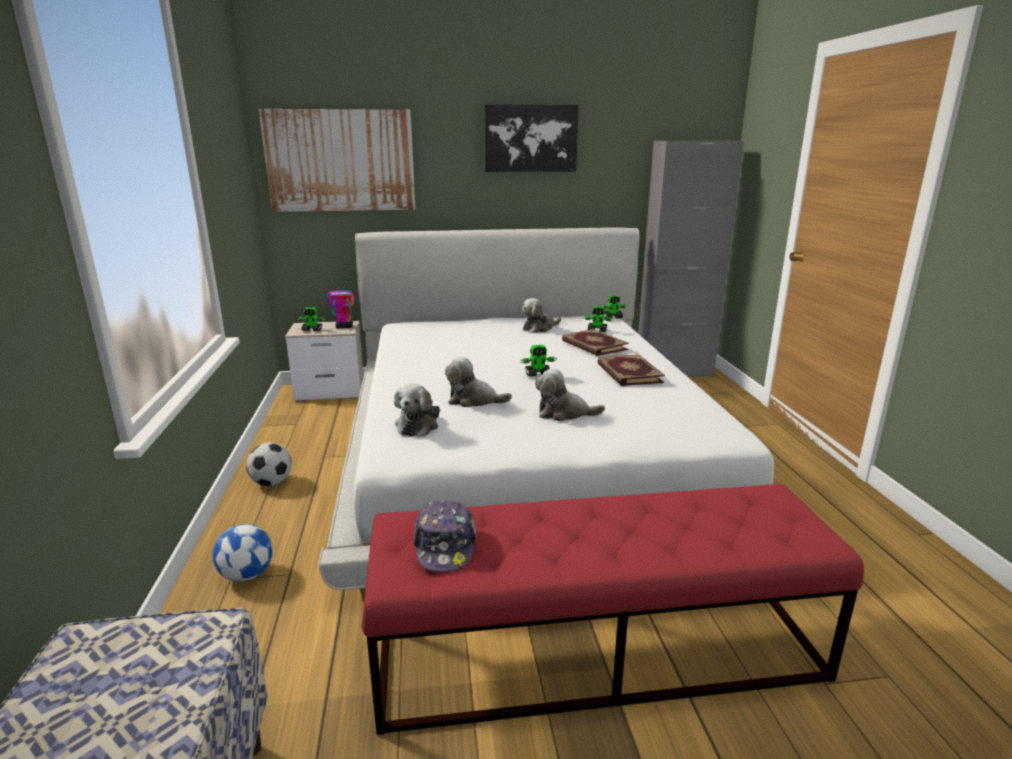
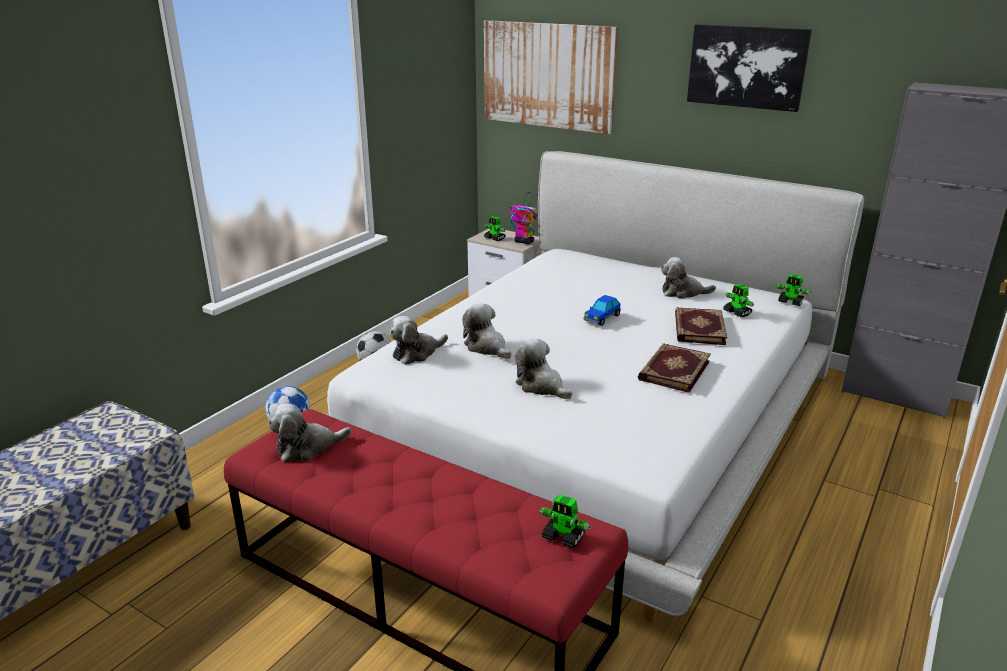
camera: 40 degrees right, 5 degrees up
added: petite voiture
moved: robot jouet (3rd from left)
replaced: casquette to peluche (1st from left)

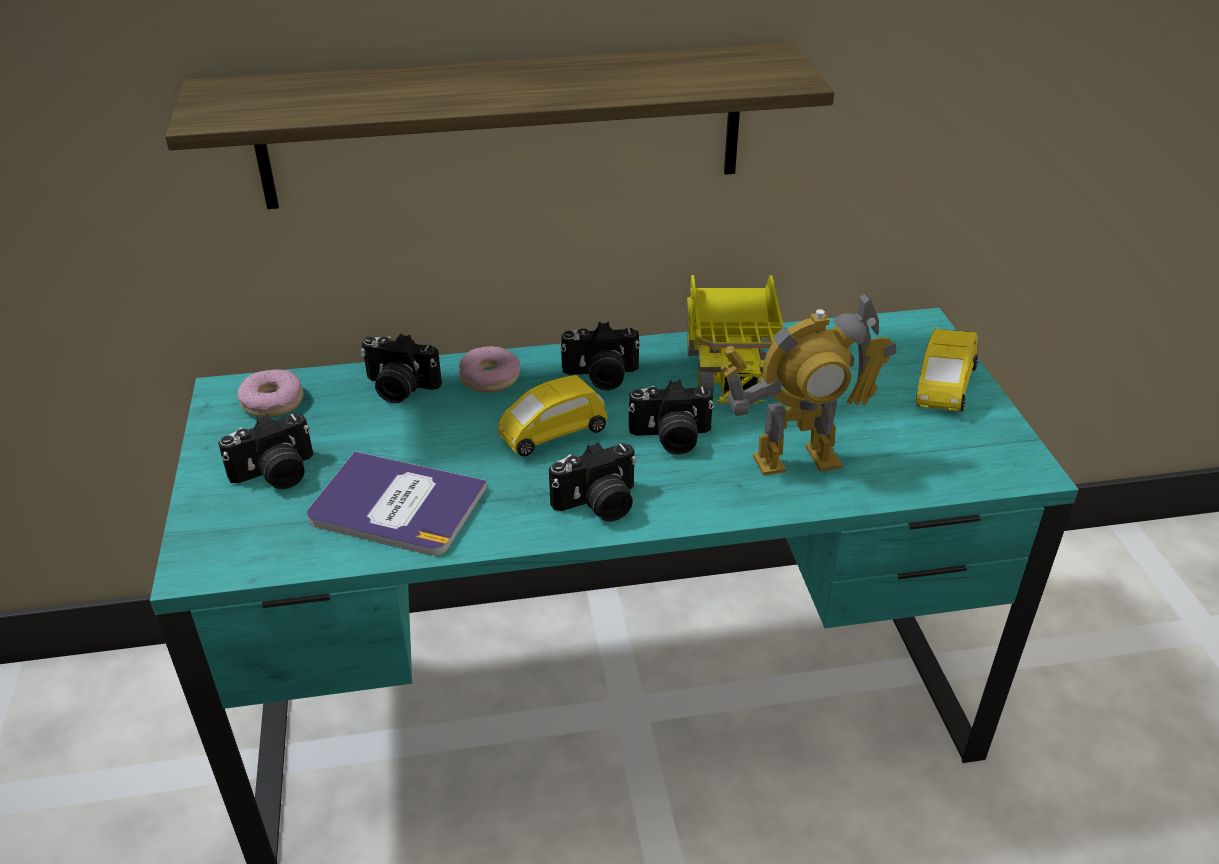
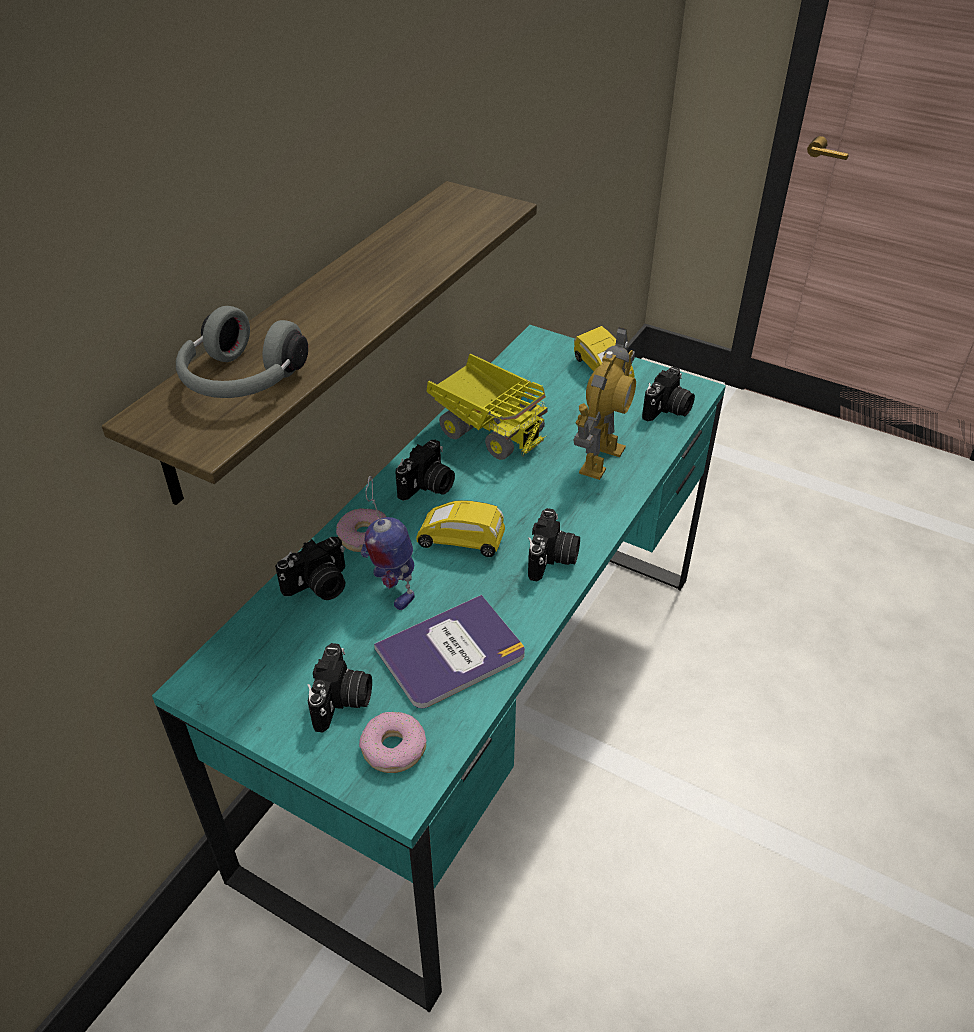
camera: 50 degrees left, 5 degrees up
added: casque audio [gris]; robot jouet (1st from left)
moved: beignet (1st from left in the first image) to beignet (2nd from left); appareil photo (5th from left)
turned: petite voiture [jaune] (1st from left) 90 degrees clockwise

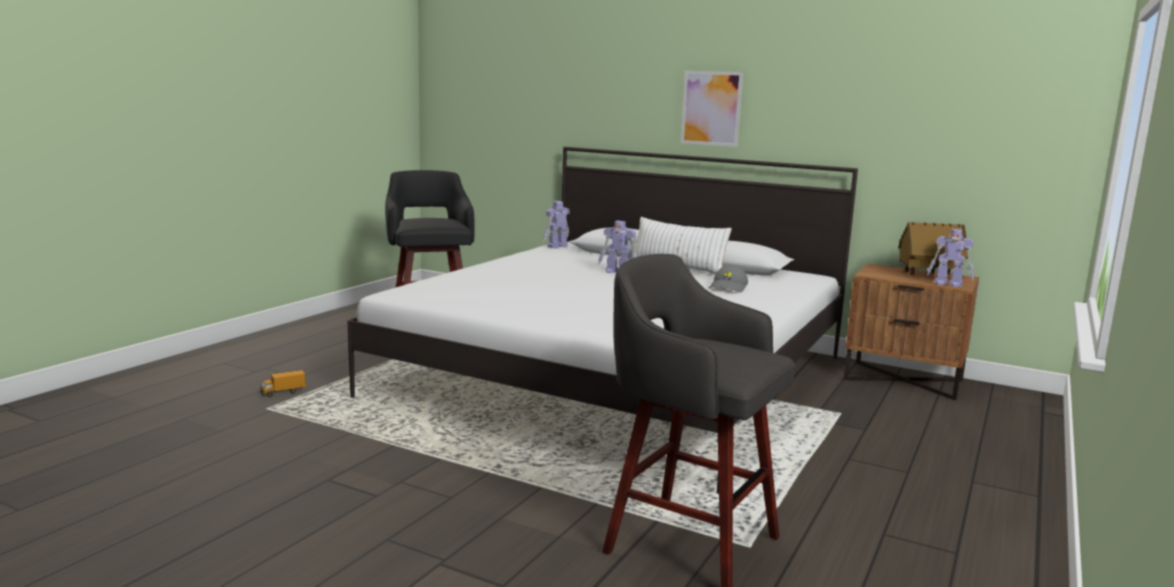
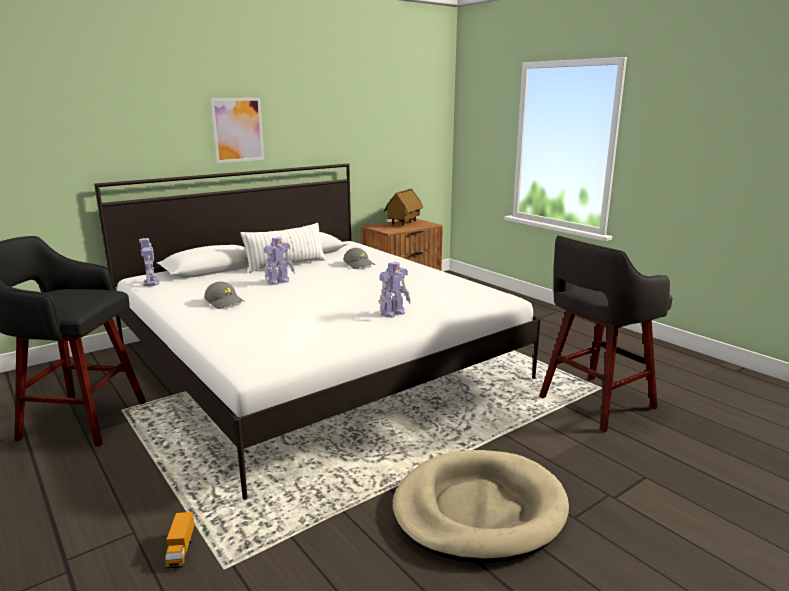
camera: 65 degrees left, 5 degrees up
added: casquette [gris] (1st from left); panier pour chien [beige]
moved: robot jouet (3rd from left)

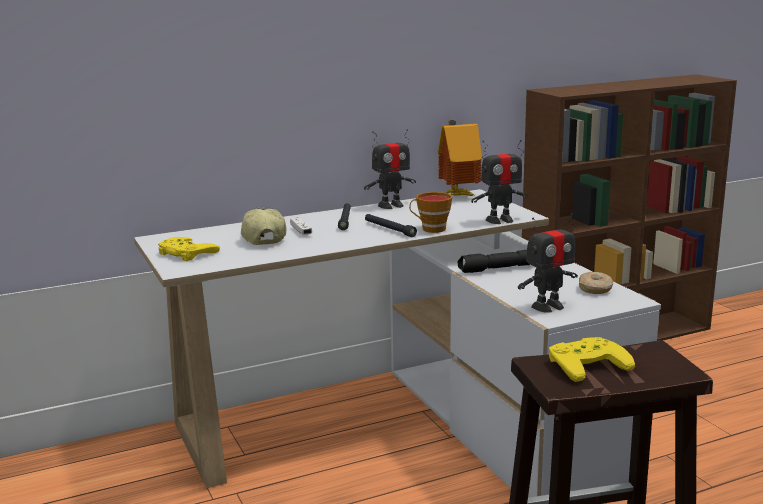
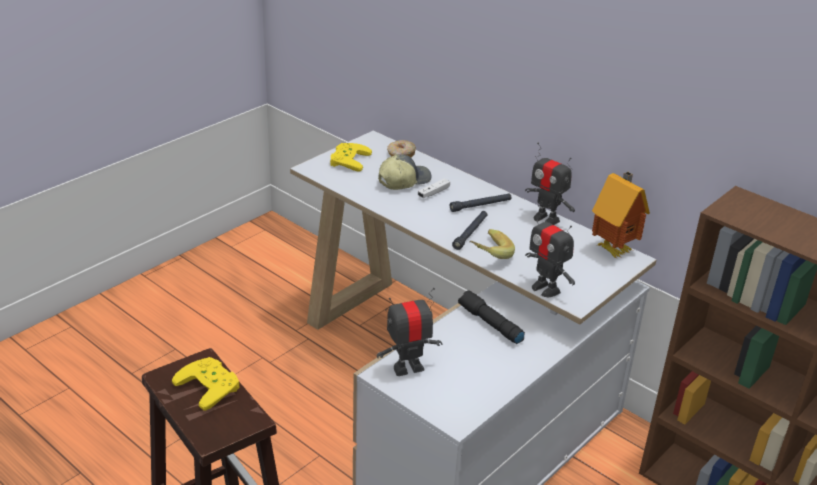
camera: 65 degrees right, 15 degrees up
moved: beignet
replaced: tasse to banane
turned: robot jouet (3rd from left in the first image) 120 degrees clockwise

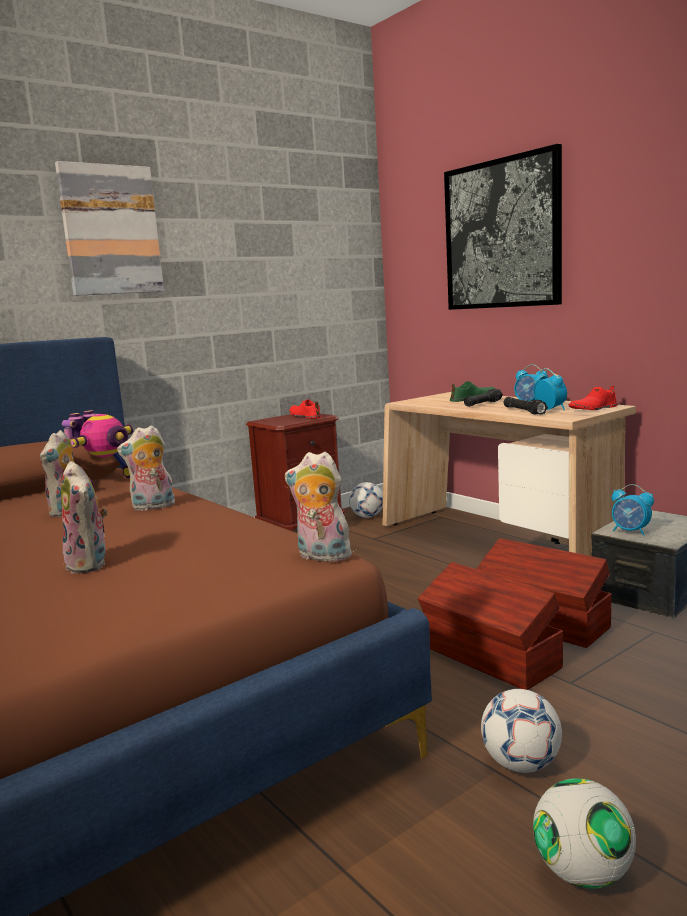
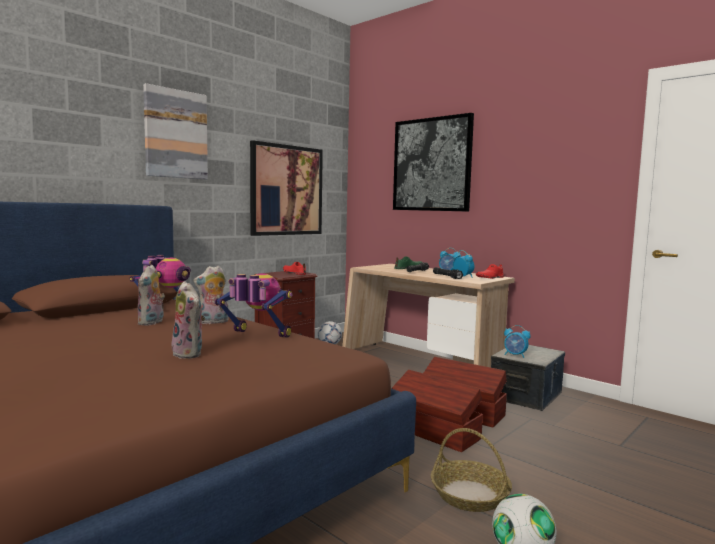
camera: 10 degrees left, 5 degrees down
removed: peluche (4th from left)
added: robot jouet (2nd from left); tableau (2nd from left)
replaced: ballon de foot (2nd from left) to panier

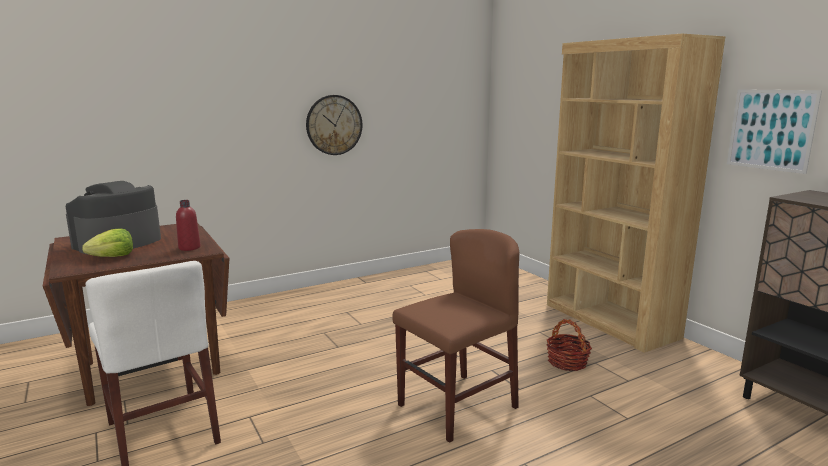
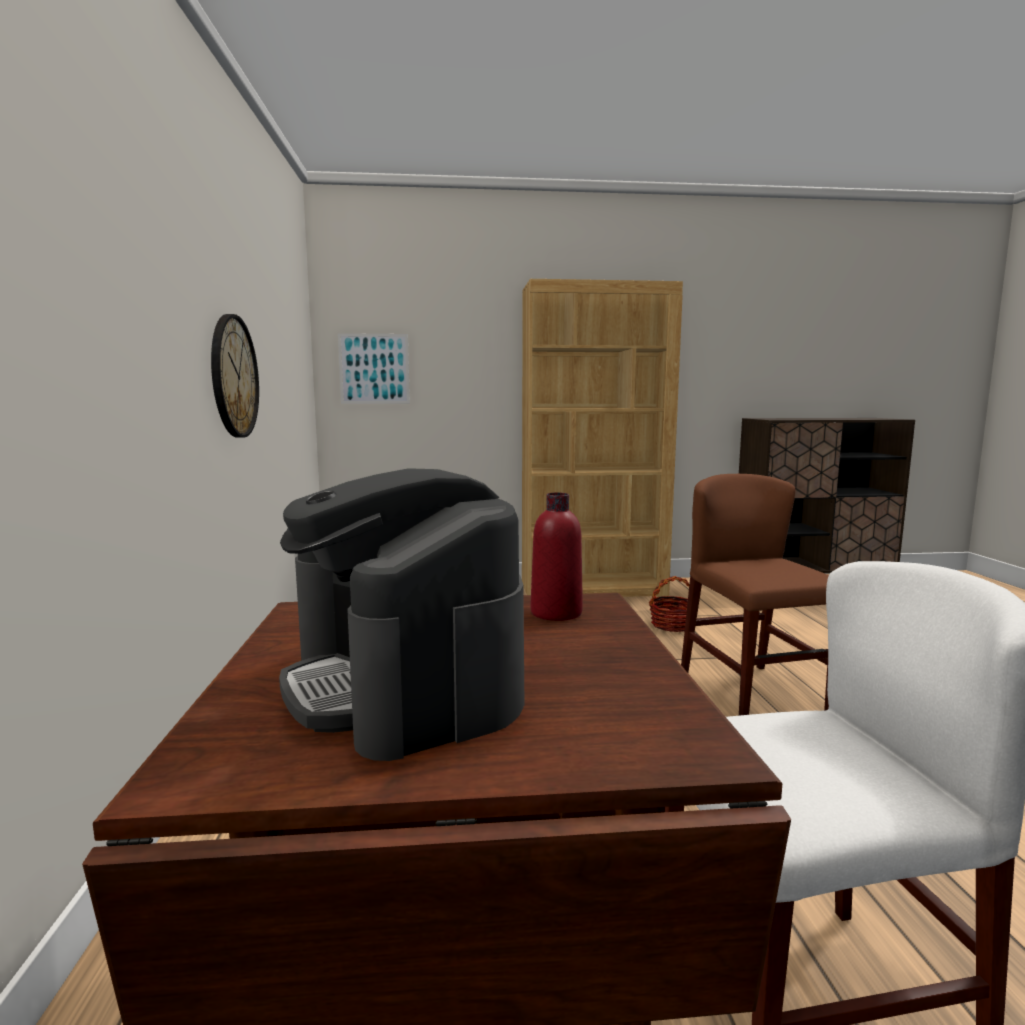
camera: 65 degrees left, 5 degrees down
removed: laitue
moved: tableau

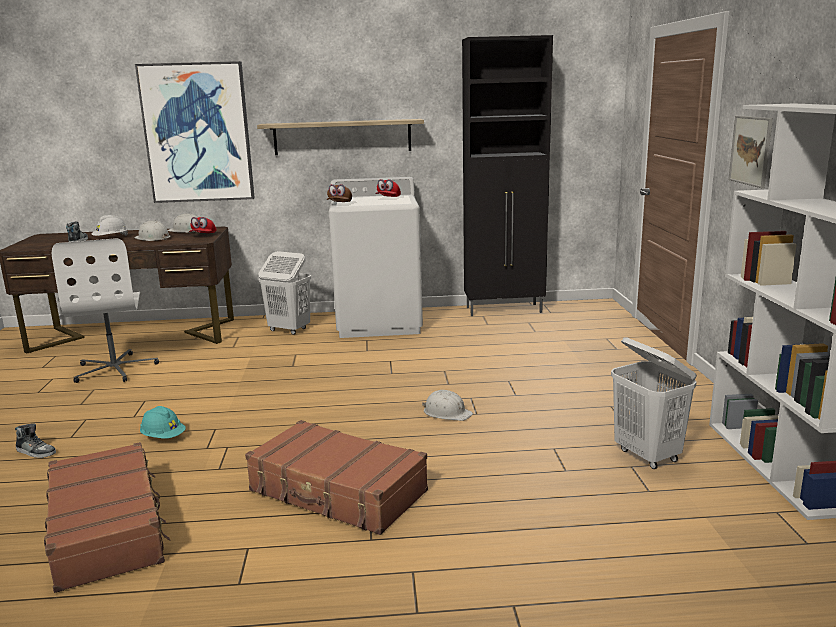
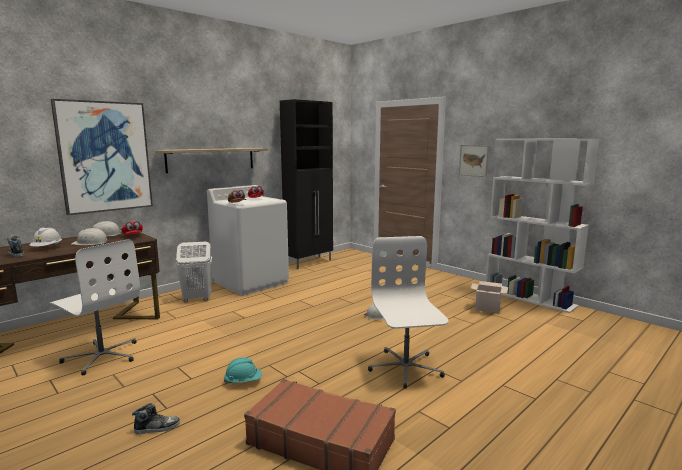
camera: 40 degrees left, 5 degrees down
replaced: valise [marron] (2nd from left) to chaise de bureau [blanc] (2nd from left); panier à linge [blanc] (2nd from left) to carton

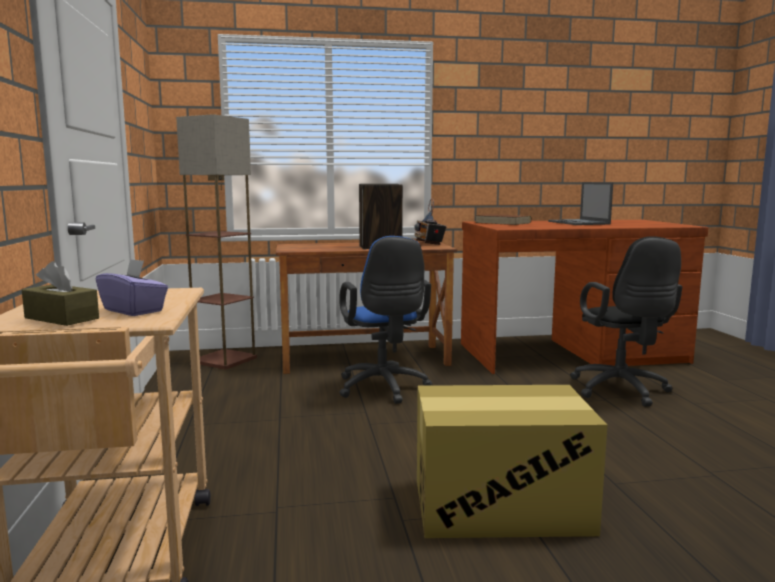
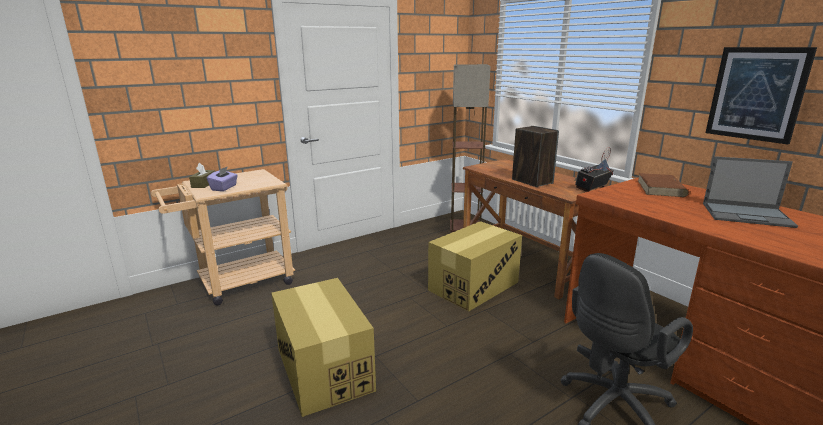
camera: 65 degrees right, 10 degrees up
added: tableau
replaced: chaise de bureau [bleu] to carton (2nd from left)
turned: ordinateur portable 120 degrees counterclockwise

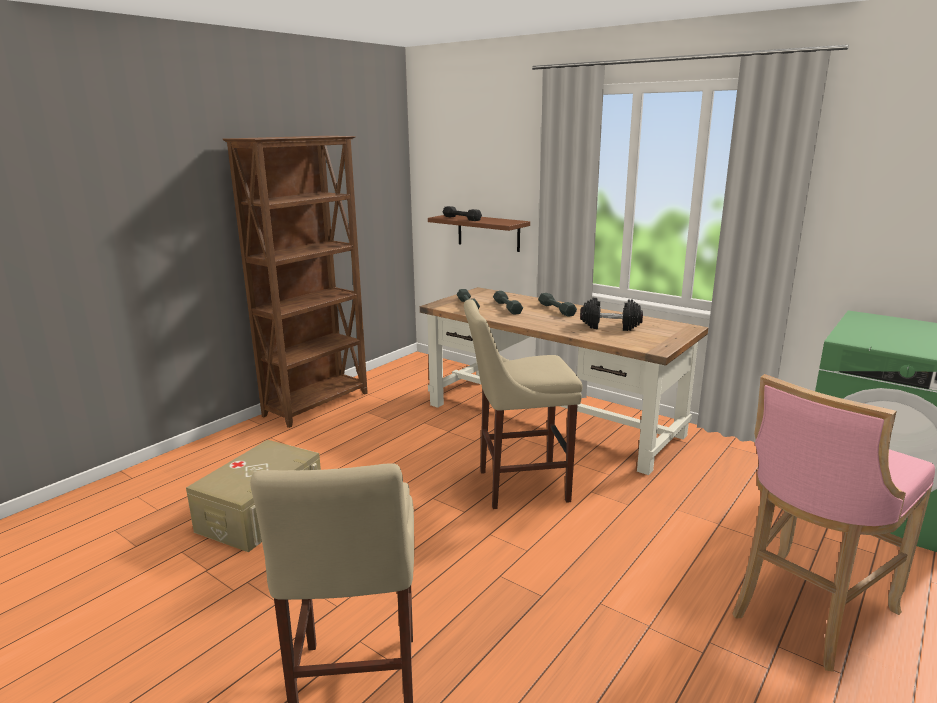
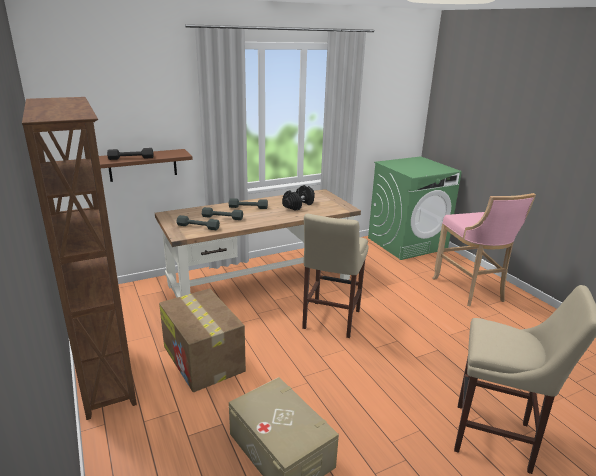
camera: 65 degrees left, 5 degrees up
added: carton

